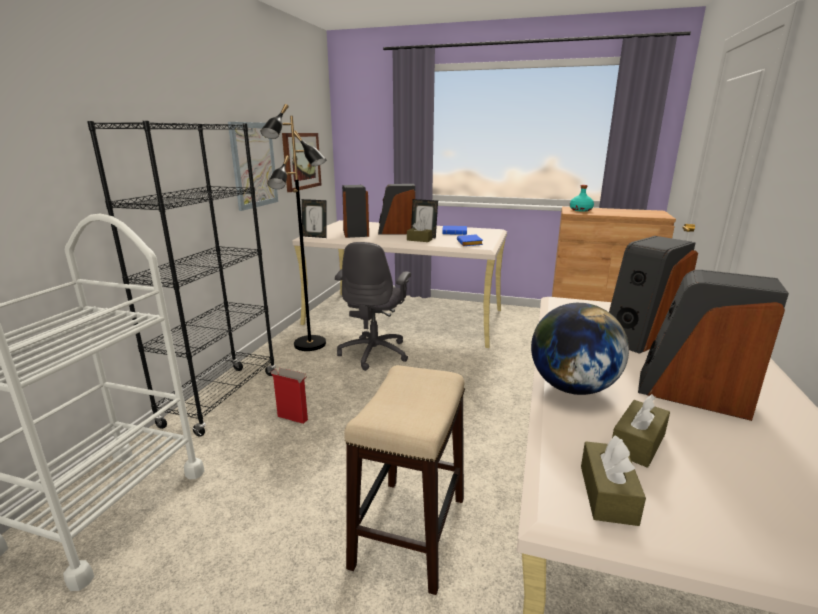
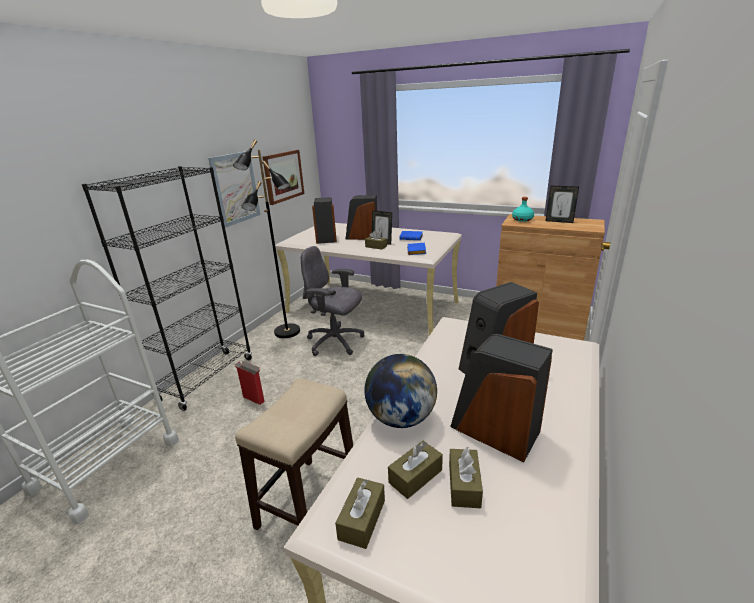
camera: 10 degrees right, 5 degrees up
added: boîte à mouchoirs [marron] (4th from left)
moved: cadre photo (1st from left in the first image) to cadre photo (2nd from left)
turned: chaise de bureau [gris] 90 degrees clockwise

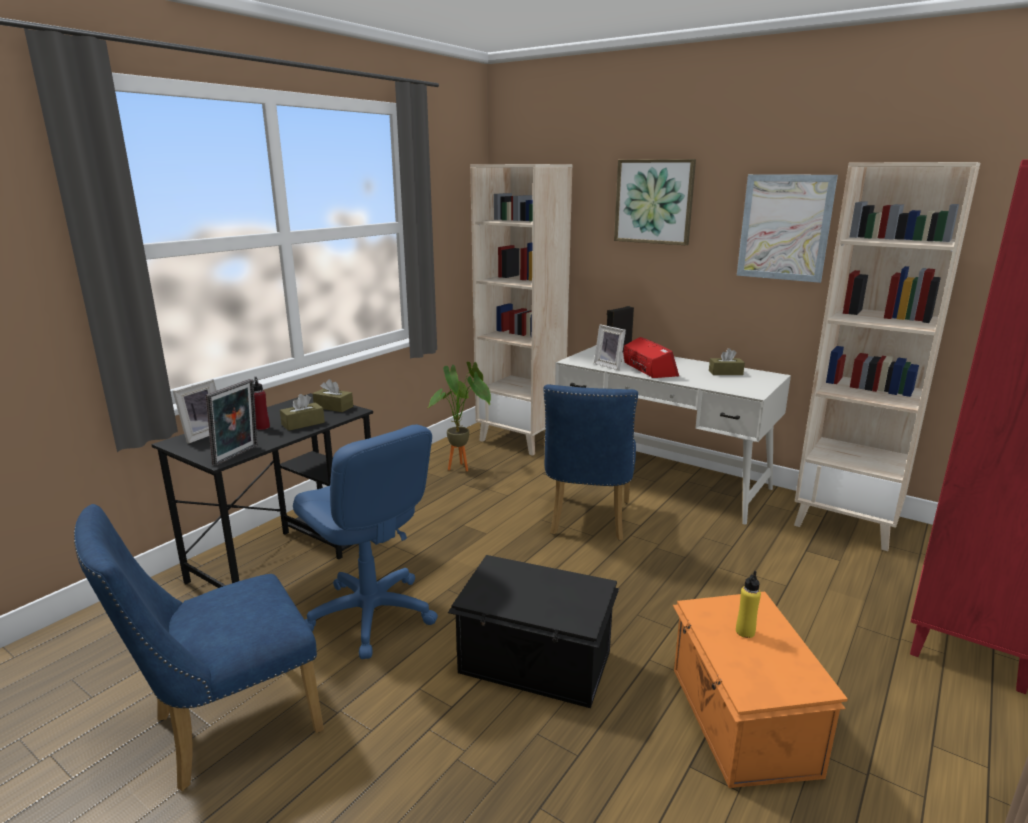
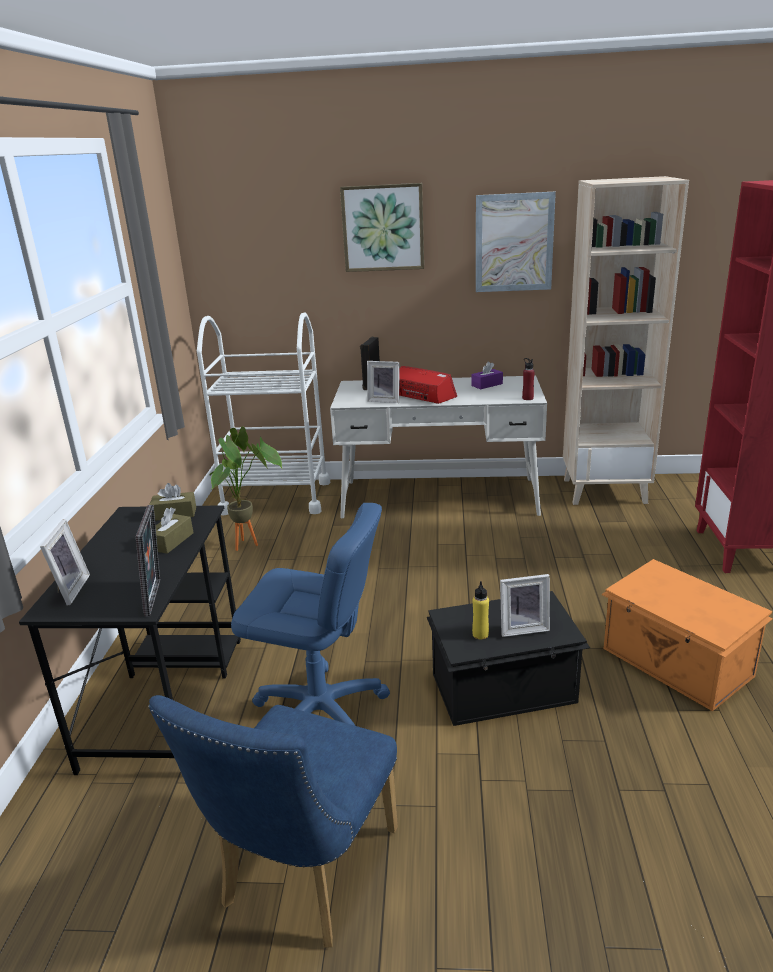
camera: 30 degrees left, 5 degrees up
removed: chaise [bleu] (2nd from left)
added: cadre photo (4th from left)
moved: bouteille [rouge]; bouteille [jaune]
replaced: bibliothèque [beige] (1st from left) to chariot [blanc]
recoloured: boîte à mouchoirs [marron] (3rd from left) to boîte à mouchoirs [violet]

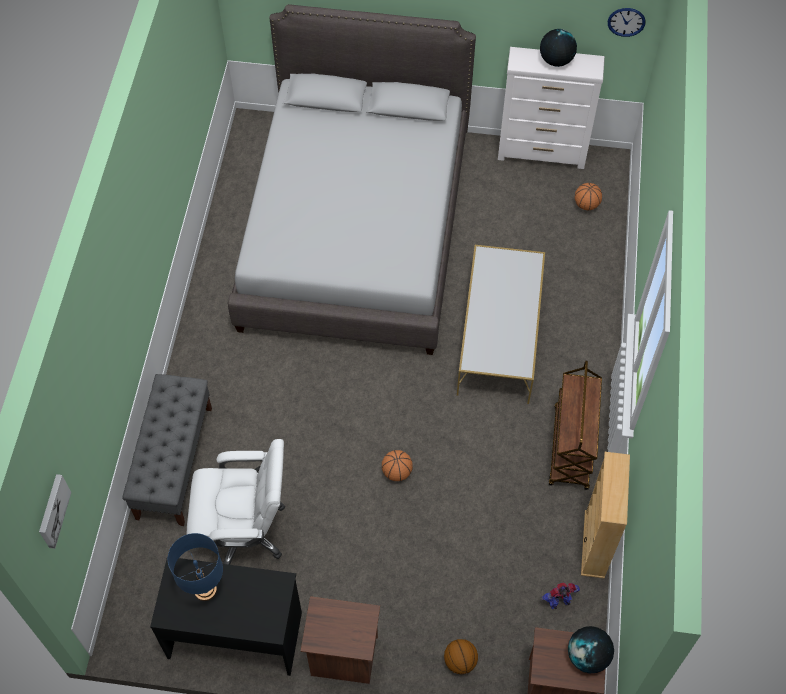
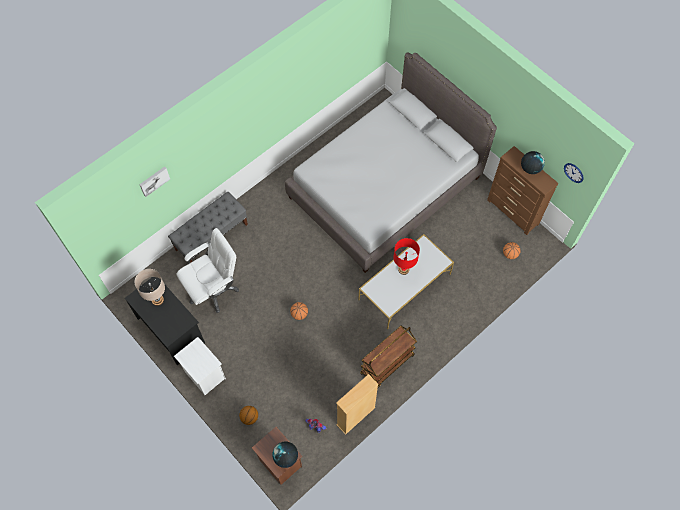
camera: 40 degrees right, 5 degrees up
added: lampe de table [rouge]
moved: tableau
recoloured: lampe de table [bleu] to lampe de table [beige]; table de chevet [marron] (1st from left) to table de chevet [blanc]; commode [blanc] to commode [marron]
turned: chaise de bureau [blanc] 75 degrees counterclockwise

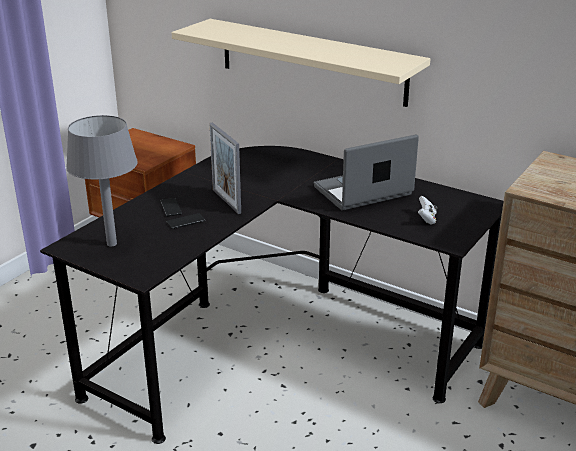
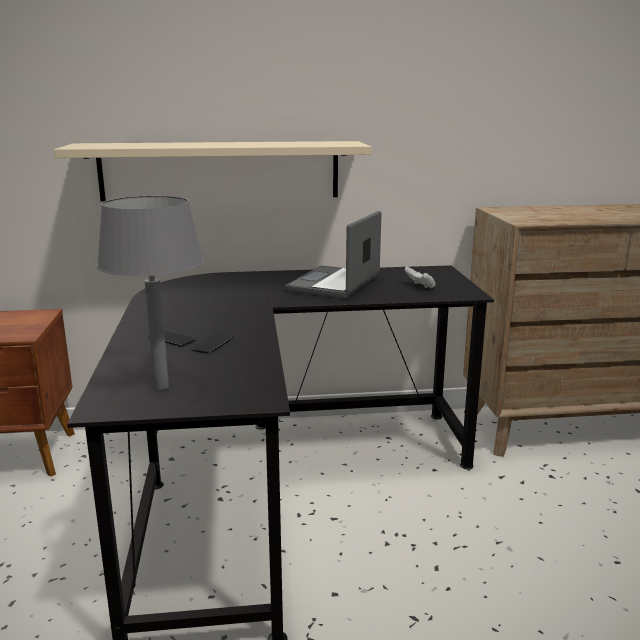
camera: 40 degrees left, 10 degrees down
removed: cadre photo

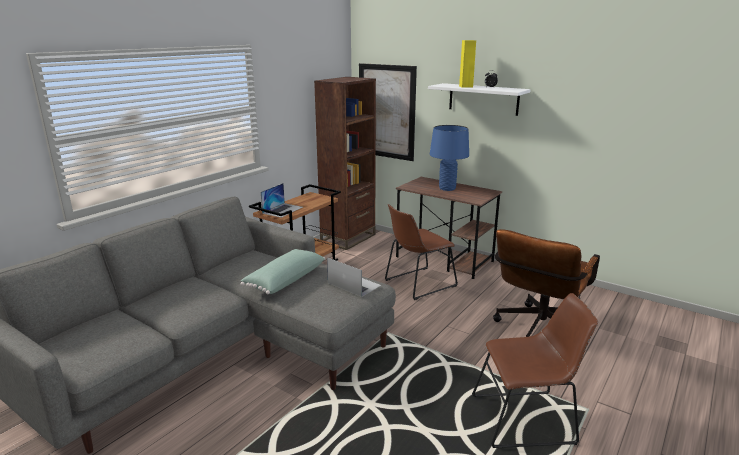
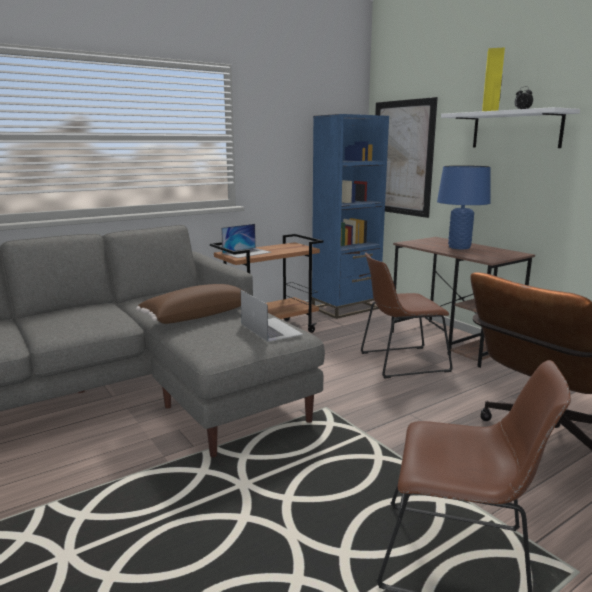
camera: 20 degrees right, 5 degrees down
recoloured: coussin [vert] to coussin [marron]; bibliothèque [marron] to bibliothèque [bleu]

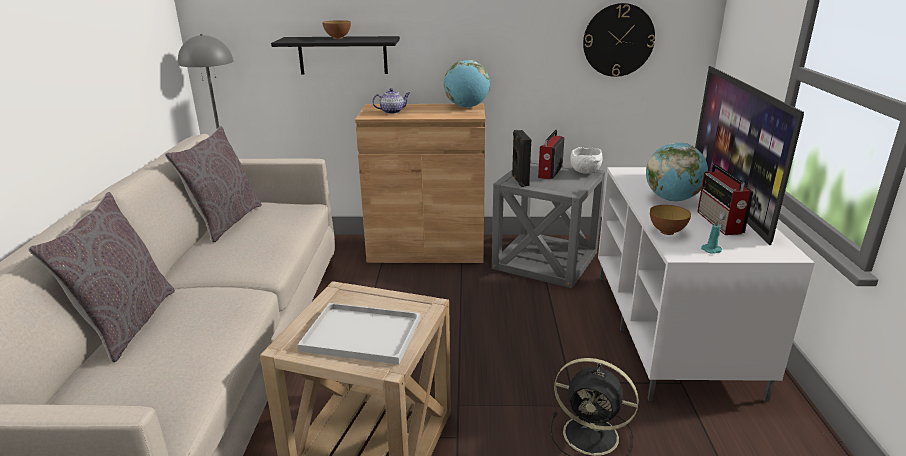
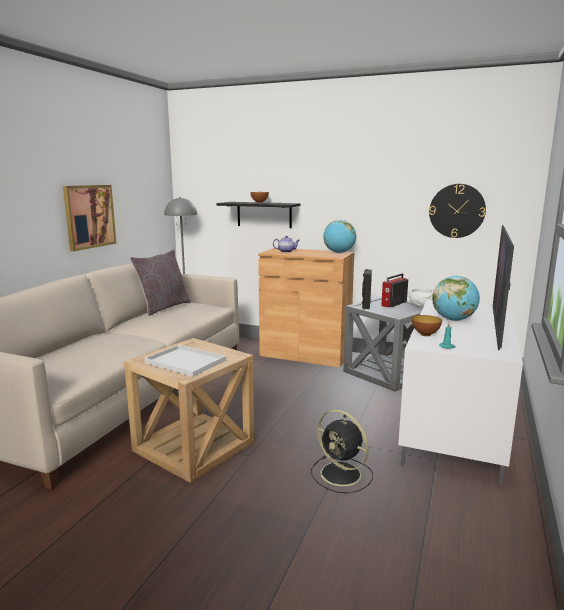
camera: 20 degrees right, 10 degrees down
removed: coussin [gris] (1st from left); radio (2nd from left)
added: tableau

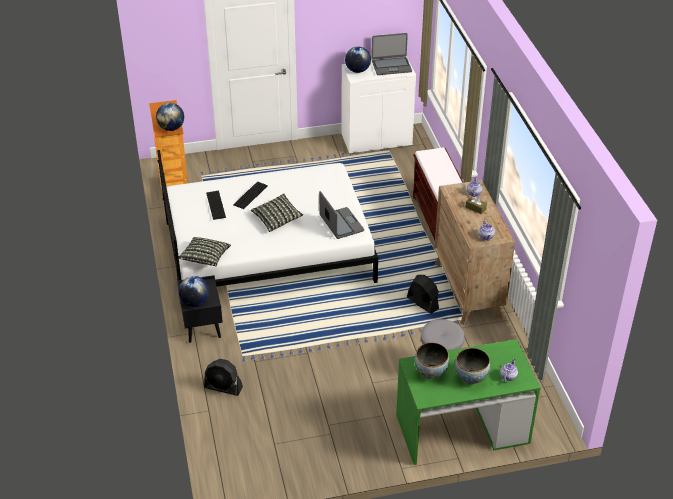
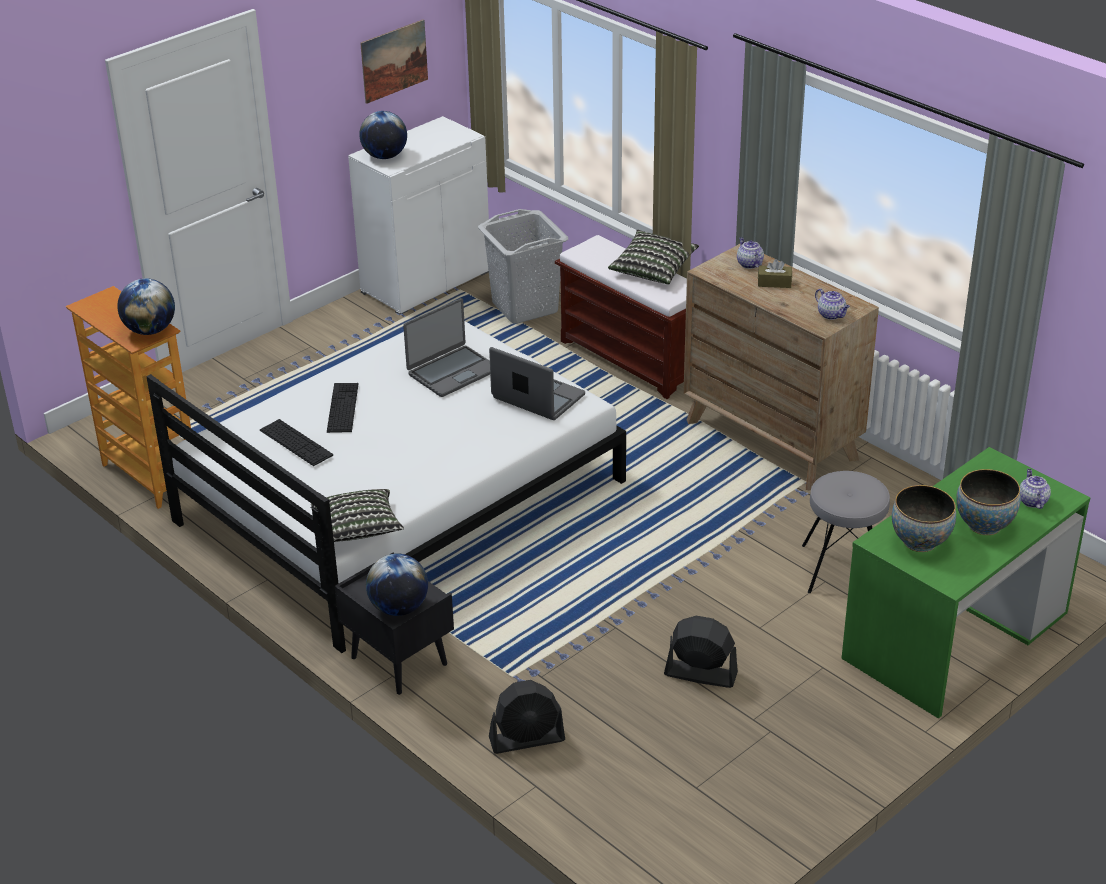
camera: 30 degrees left, 5 degrees down
added: tableau; panier à linge [gris]
moved: coussin (2nd from left); ordinateur portable (2nd from left in the first image) to ordinateur portable (1st from left); ventilateur [noir] (2nd from left)

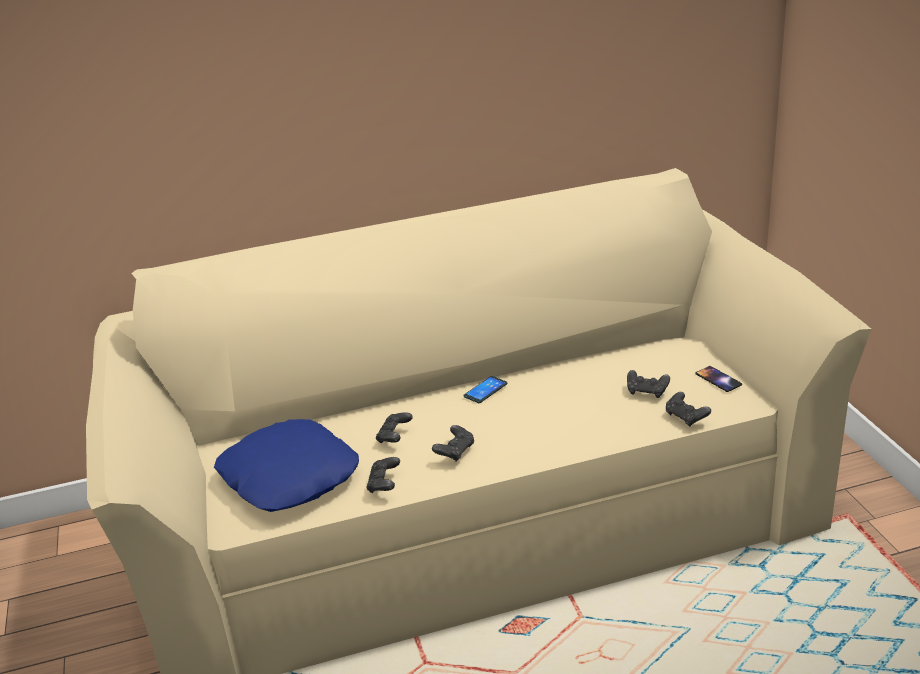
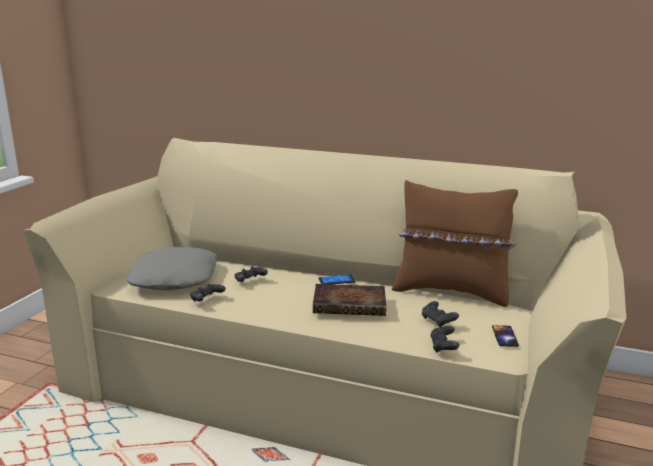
camera: 35 degrees right, 10 degrees down
removed: manette [noir] (3rd from left)
added: livre; coussin [marron]
recoloured: coussin [bleu] to coussin [gris]

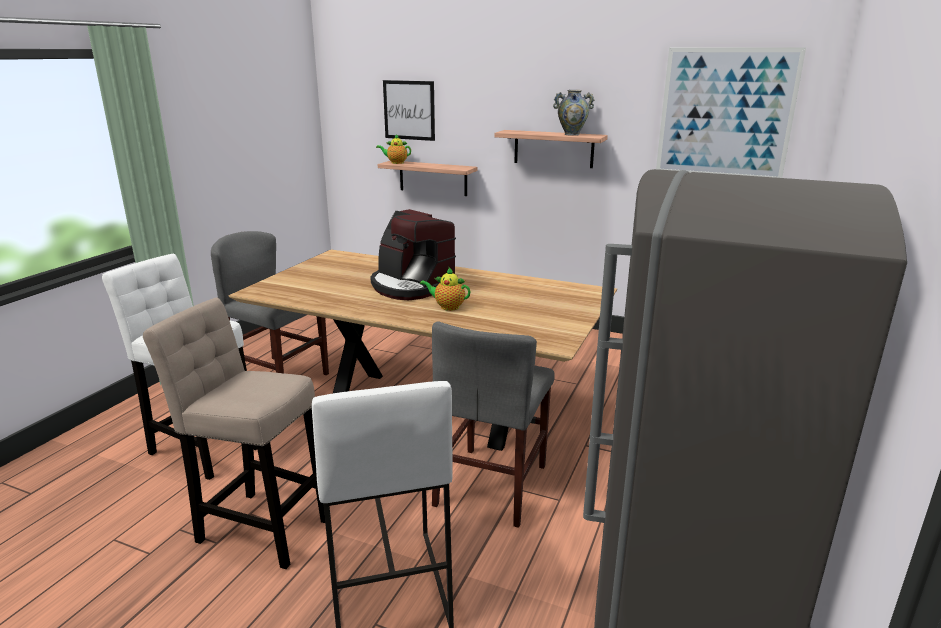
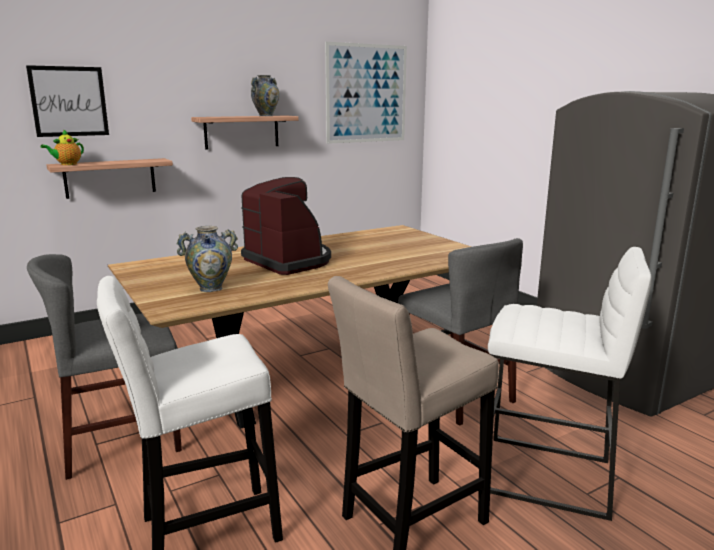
camera: 55 degrees left, 5 degrees down
removed: théière (2nd from left)
added: vase (1st from left)
turned: machine à café 120 degrees counterclockwise

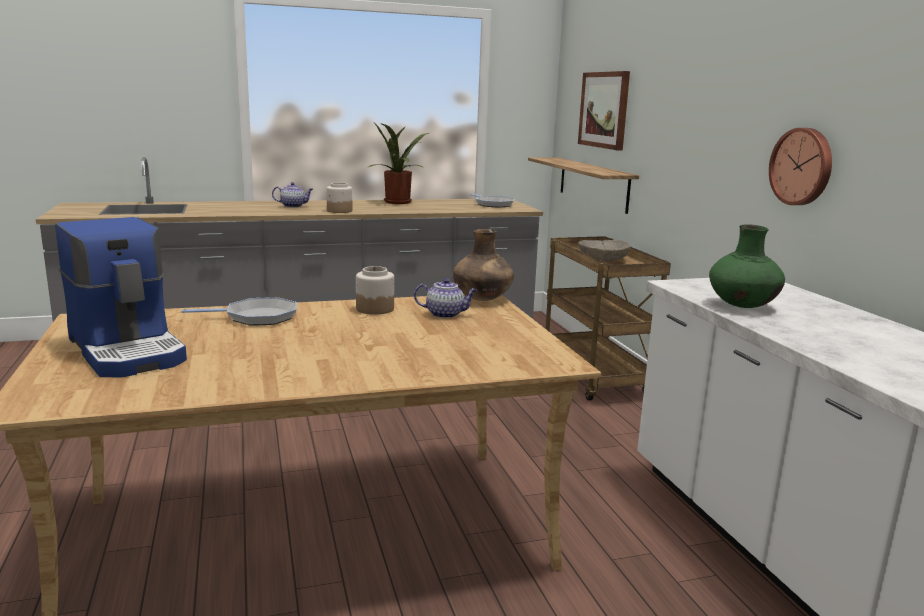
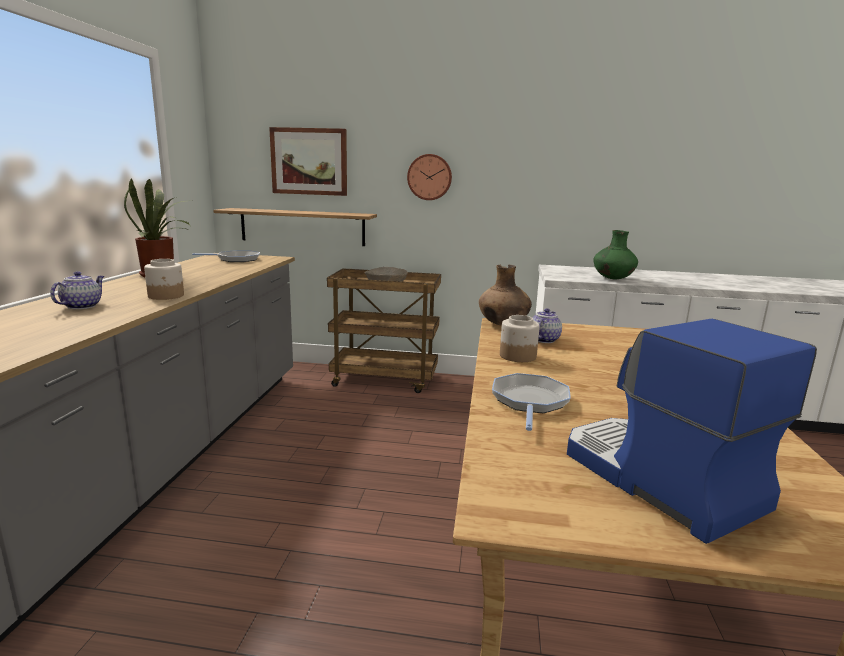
camera: 65 degrees left, 0 degrees up
moved: horloge murale
turned: machine à café 105 degrees counterclockwise

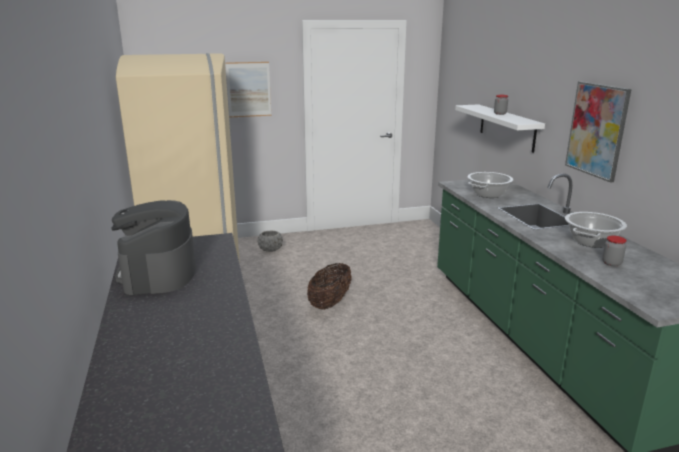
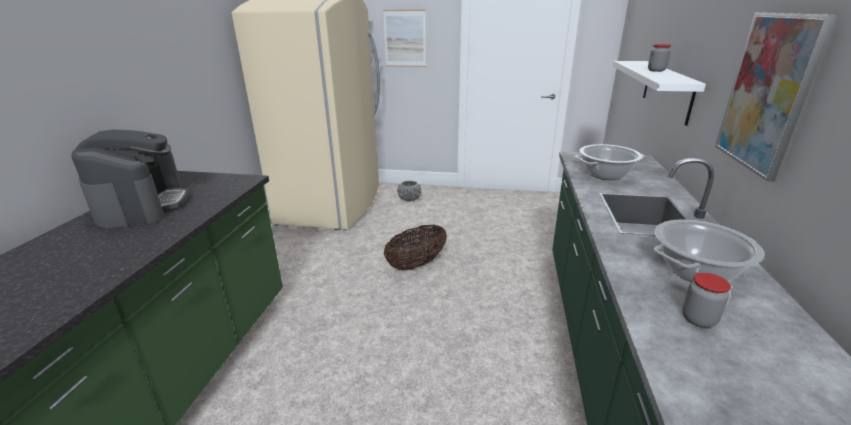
camera: 25 degrees right, 5 degrees up
turned: machine à café 150 degrees clockwise

